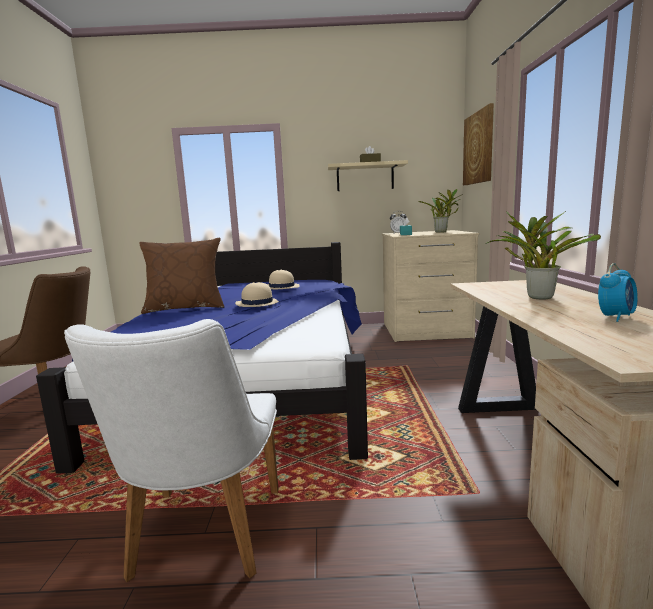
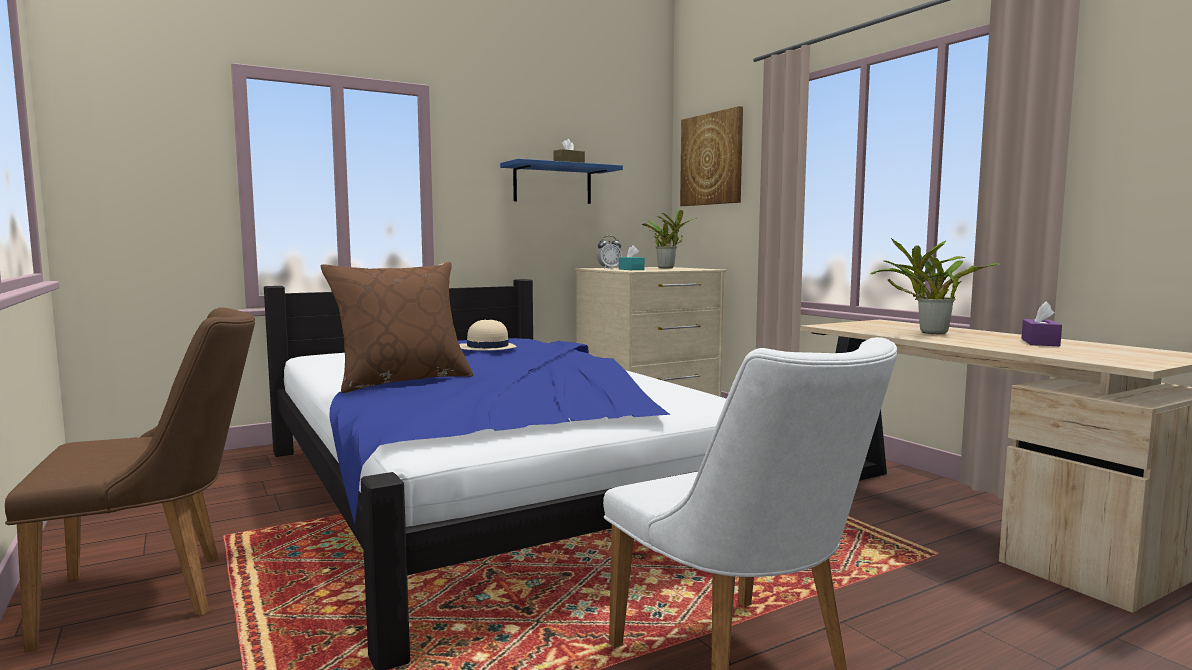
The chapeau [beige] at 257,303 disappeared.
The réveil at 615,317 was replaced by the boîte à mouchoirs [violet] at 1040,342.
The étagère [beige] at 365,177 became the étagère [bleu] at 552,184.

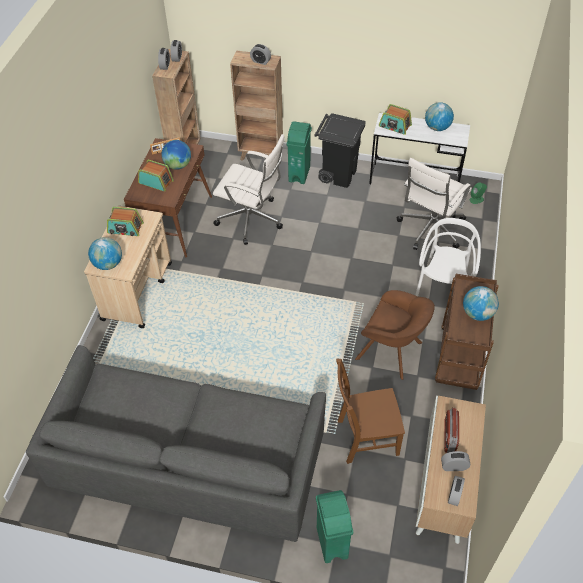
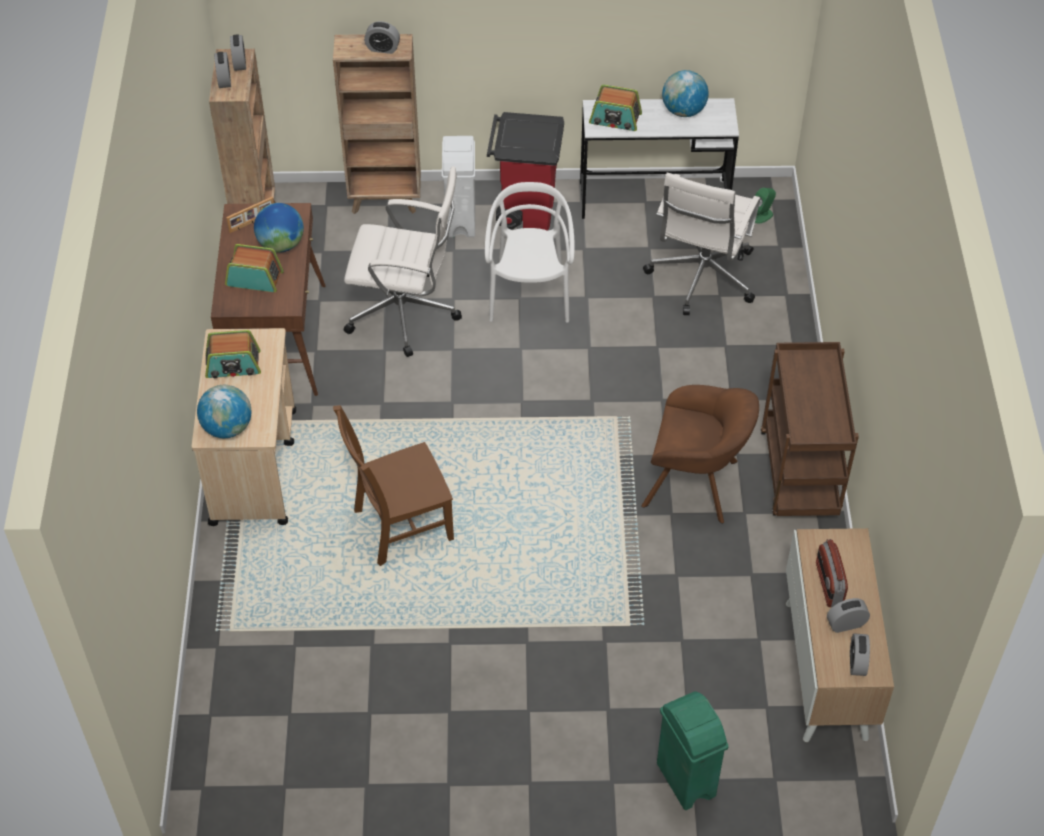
The canapé [gris] at 188,457 disappeared.
The globe at 477,313 disappeared.
The chaise [marron] moved from 364,437 to 399,526.
The chaise [blanc] moved from 443,288 to 529,295.
The poubelle [vert] at 299,174 became the poubelle [blanc] at 461,220.
The poubelle [noir] at 338,174 became the poubelle [rouge] at 525,210.

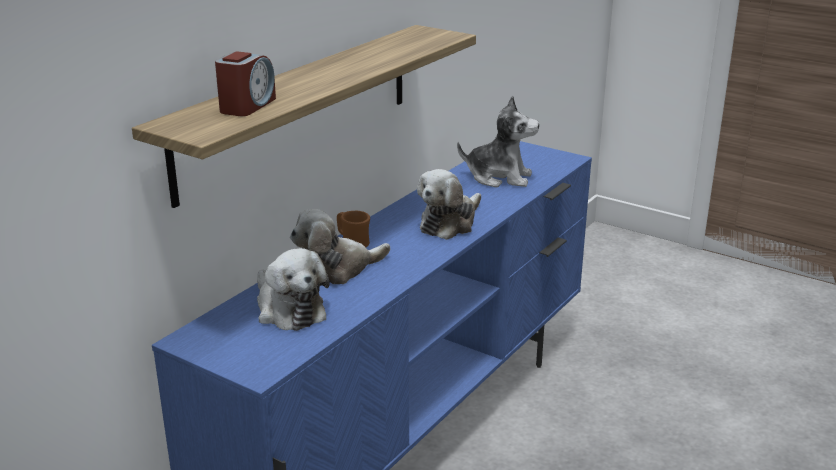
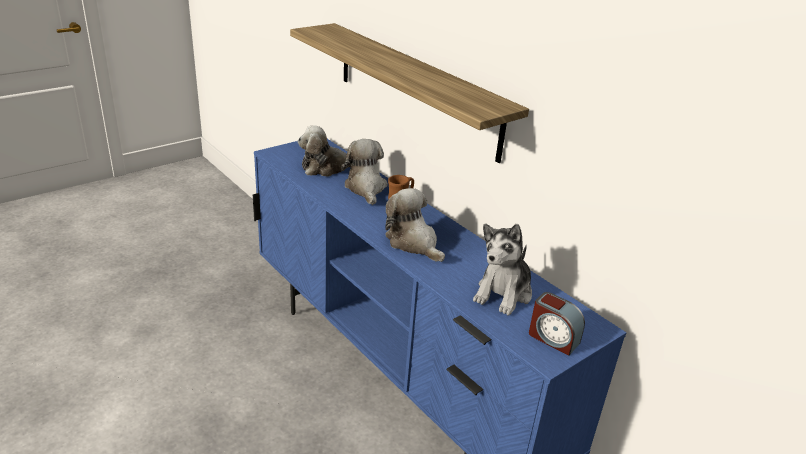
The réveil moved from 247,106 to 553,338.

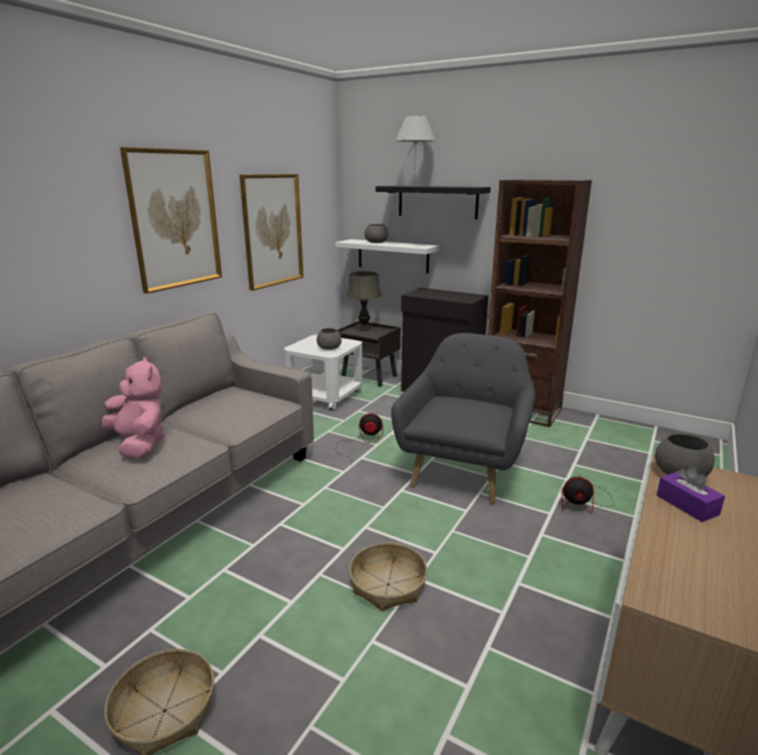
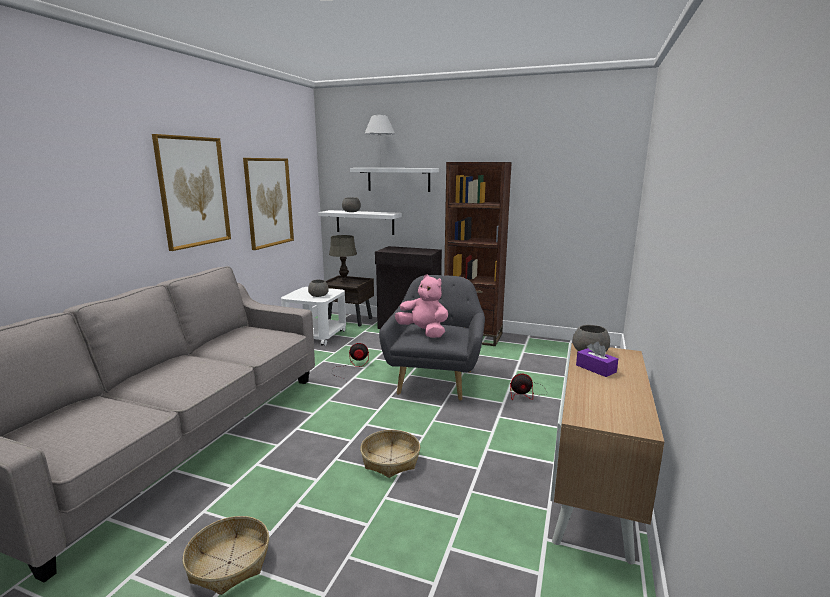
The peluche [rose] moved from 138,445 to 424,332.
The étagère [noir] at 437,201 became the étagère [blanc] at 398,179.

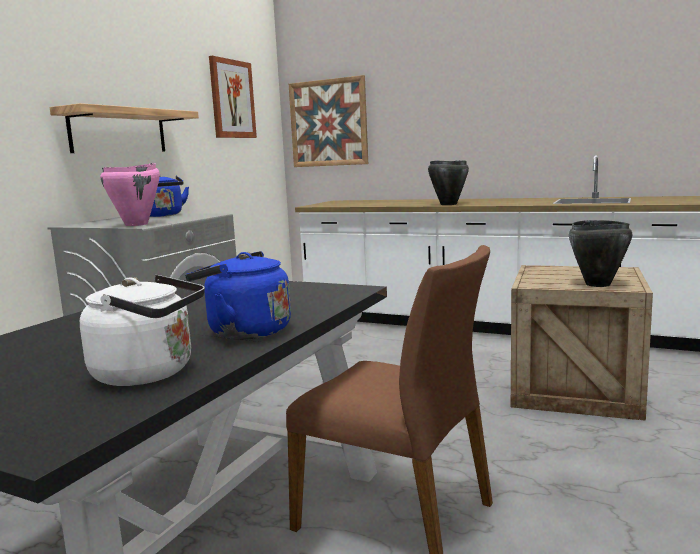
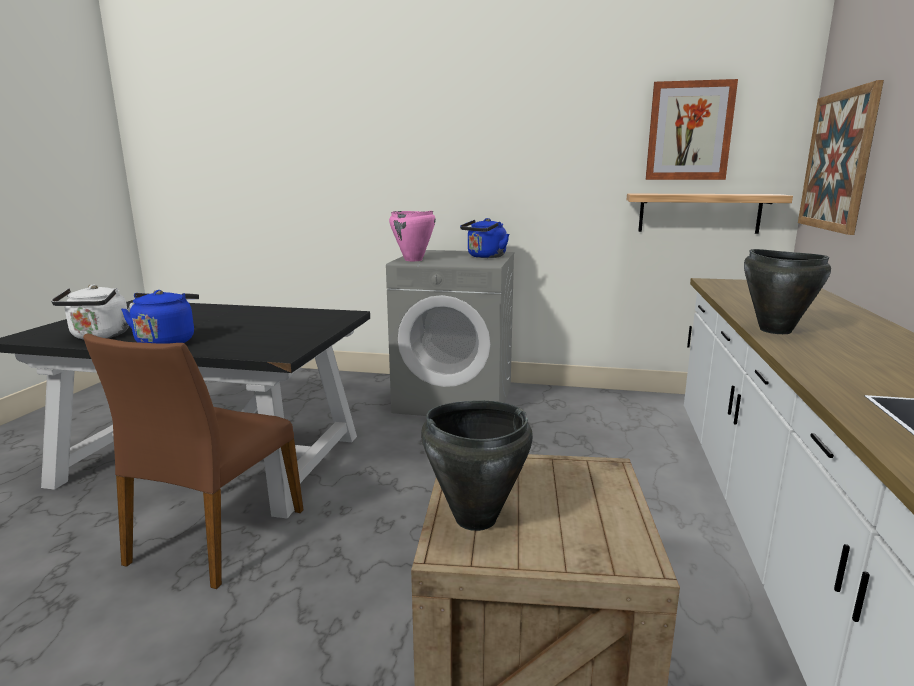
The étagère moved from 119,131 to 699,213.

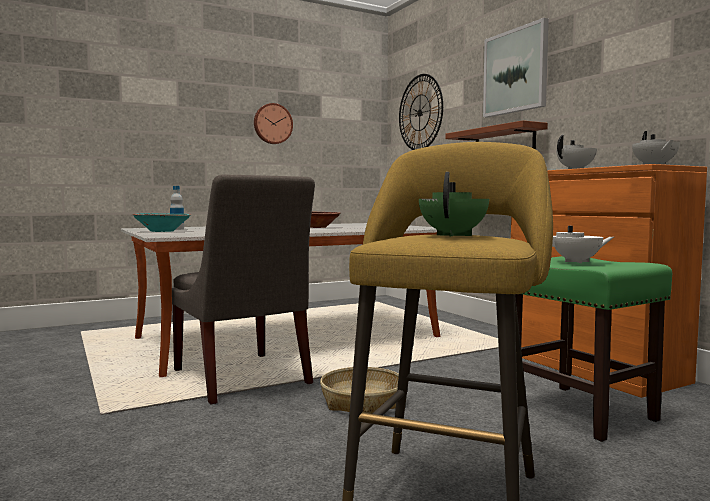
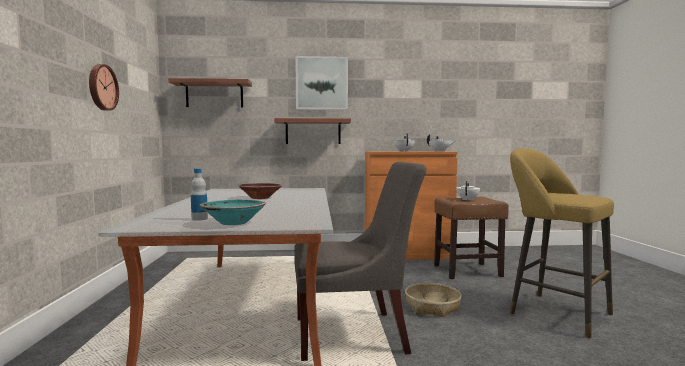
The théière [vert] at 454,235 disappeared.
The horloge murale at 420,112 was replaced by the étagère at 214,94.
The tabouret [vert] at 582,412 became the tabouret [marron] at 468,270.

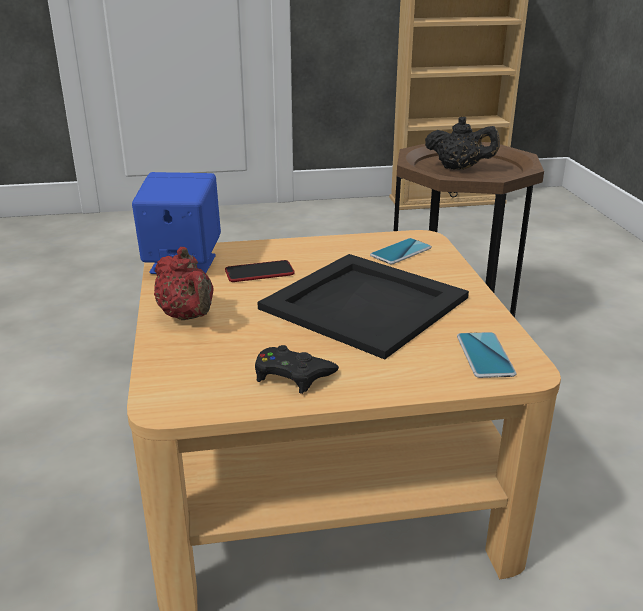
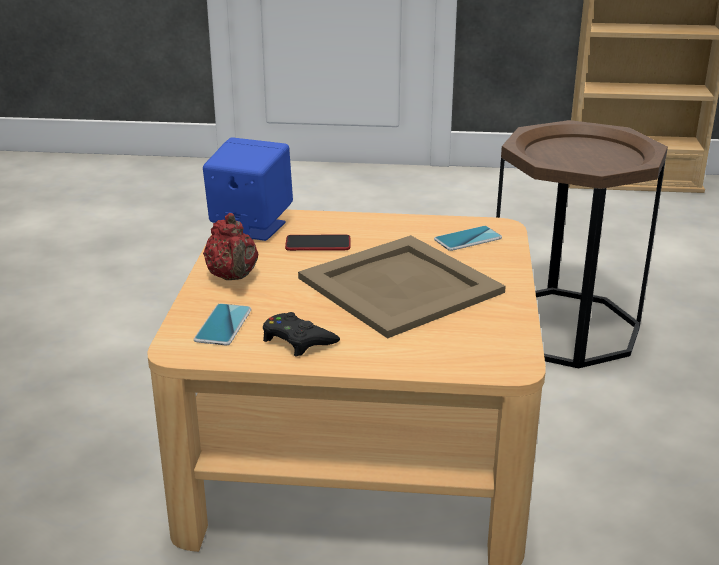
The théière [noir] at 459,168 disappeared.
The téléphone moved from 485,355 to 223,325.
The plateau [noir] at 362,303 became the plateau [beige] at 398,285.

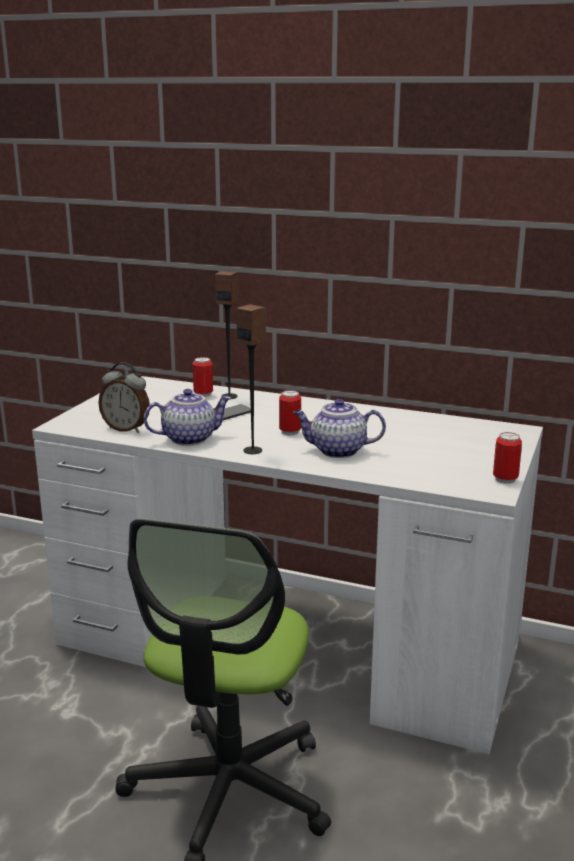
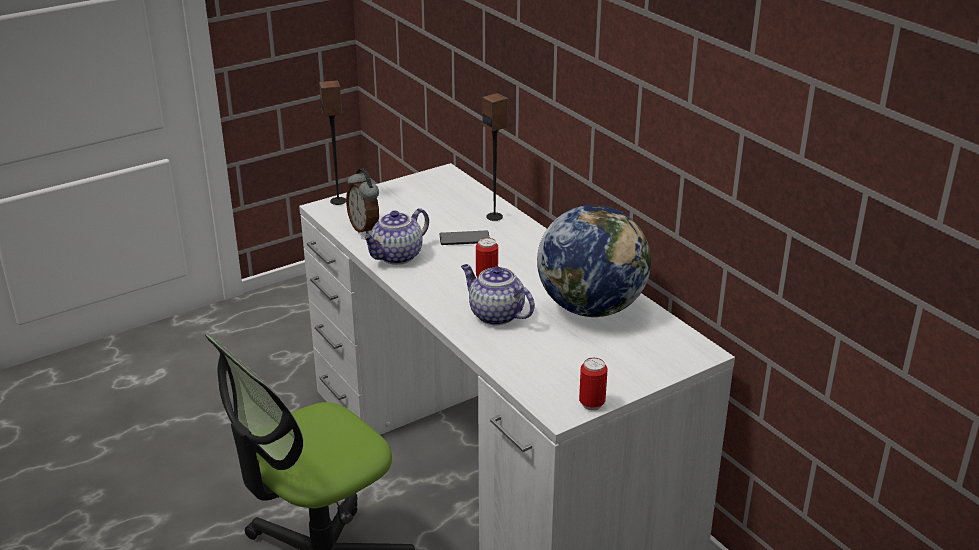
The boîte métallique at 203,394 disappeared.
The globe at 591,307 appeared.
The enceinte moved from 253,450 to 338,201.
The théière at 189,438 turned 120 degrees clockwise.

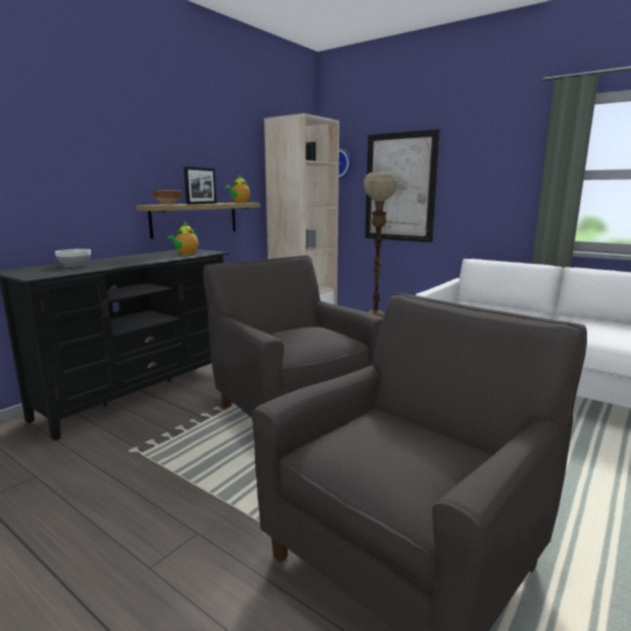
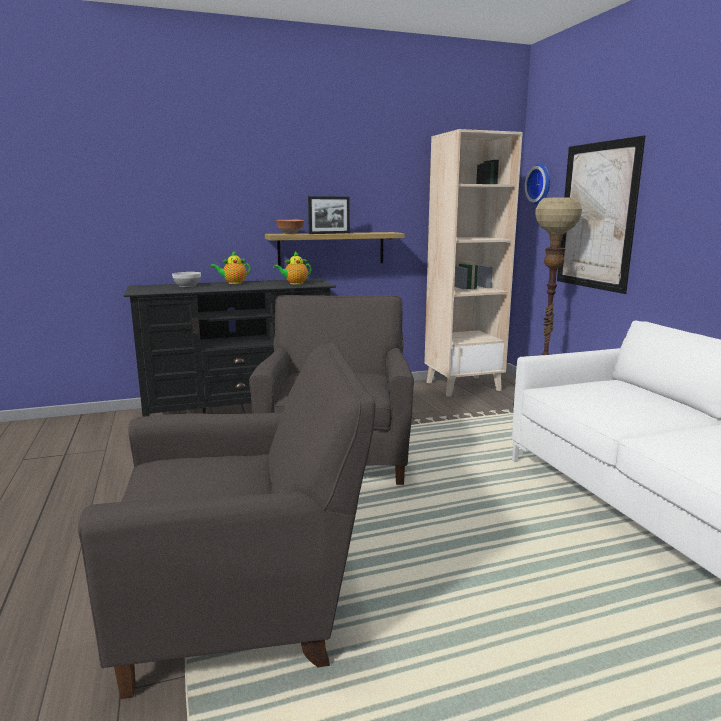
The théière moved from 239,202 to 233,283.

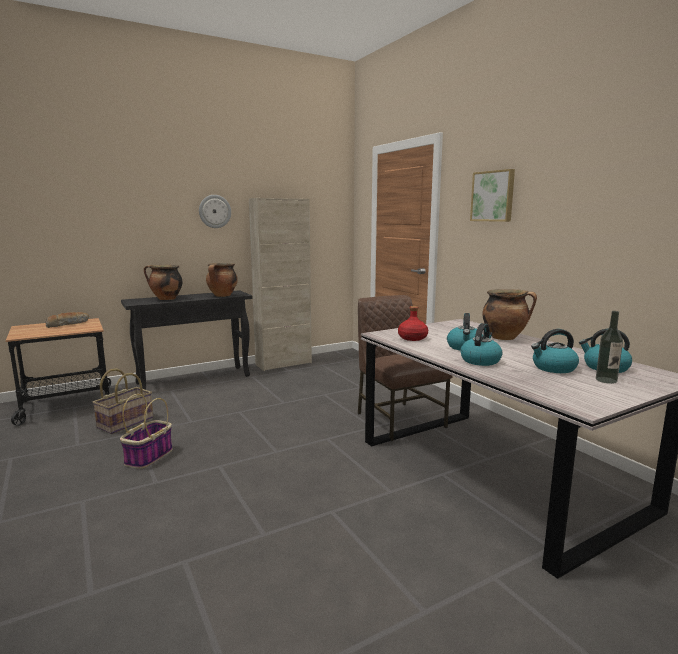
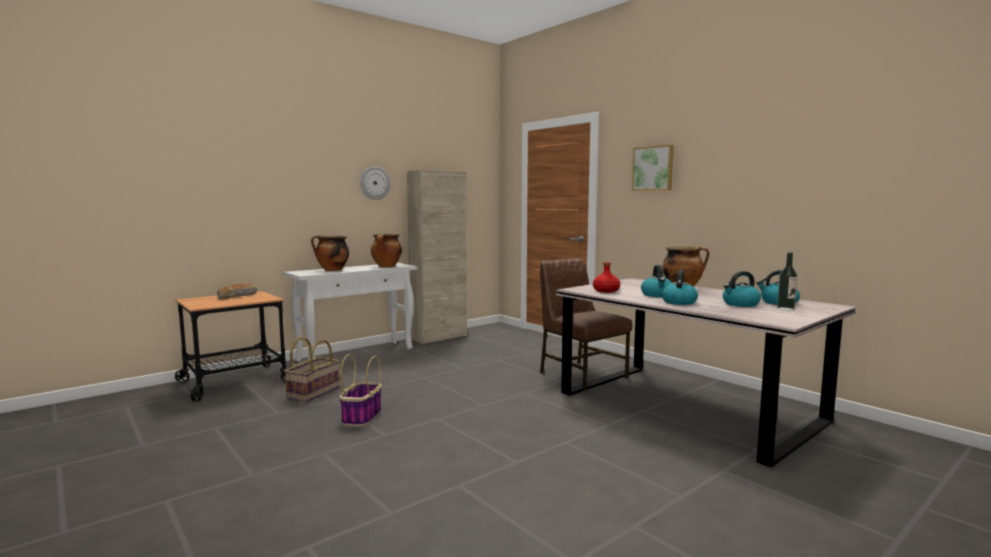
The table console [noir] at 195,379 became the table console [blanc] at 357,354.

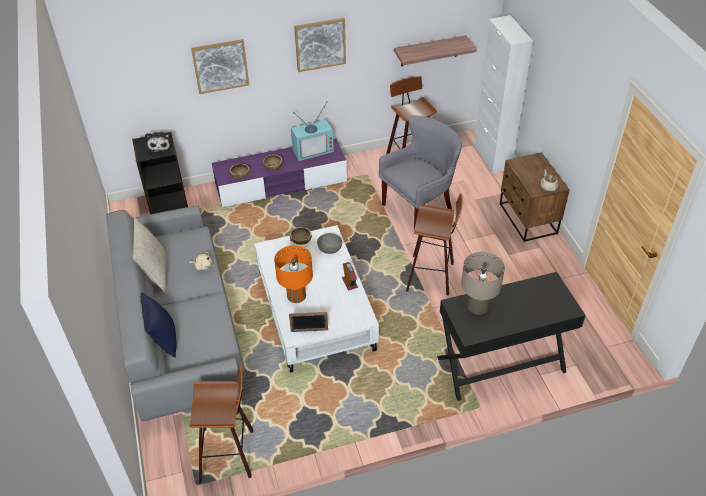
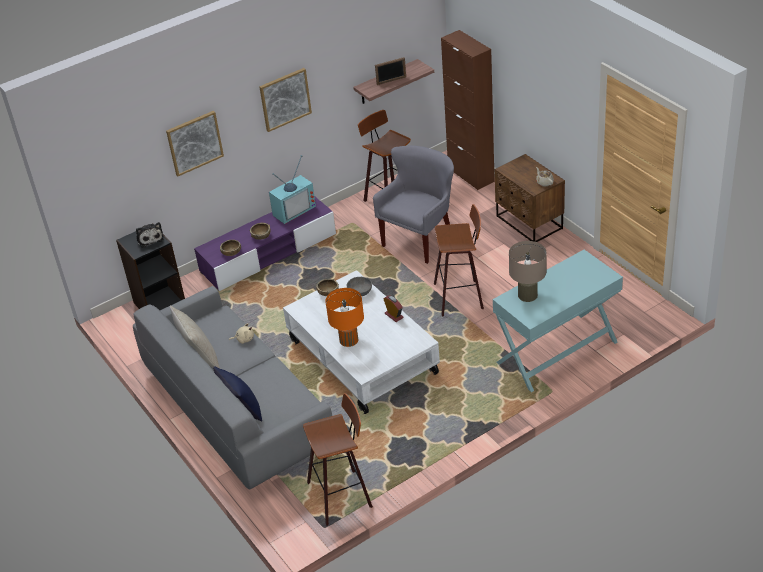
The cadre photo moved from 309,330 to 391,81.
The table console [noir] at 501,364 became the table console [turquoise] at 557,352.
The meuble de rangement [blanc] at 492,157 became the meuble de rangement [marron] at 471,175.

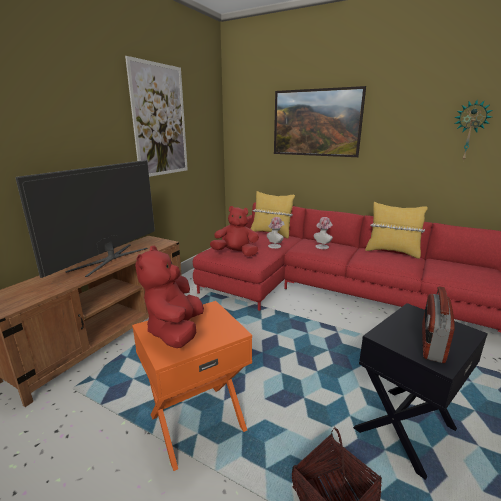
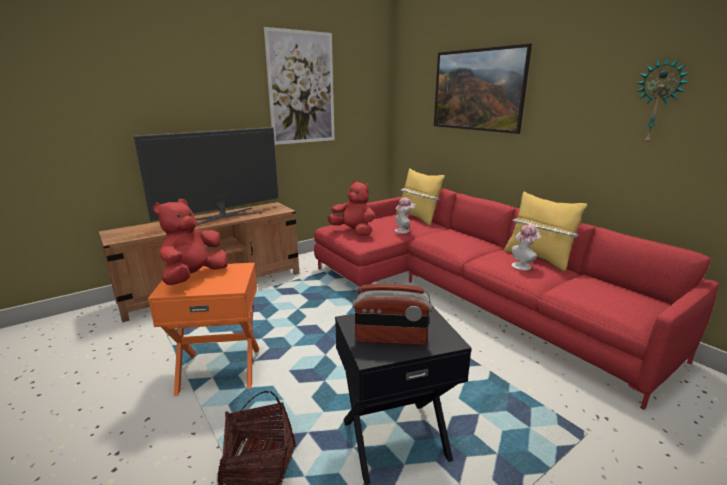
The chapeau moved from 322,246 to 523,265.
The radio at 431,343 turned 135 degrees counterclockwise.

